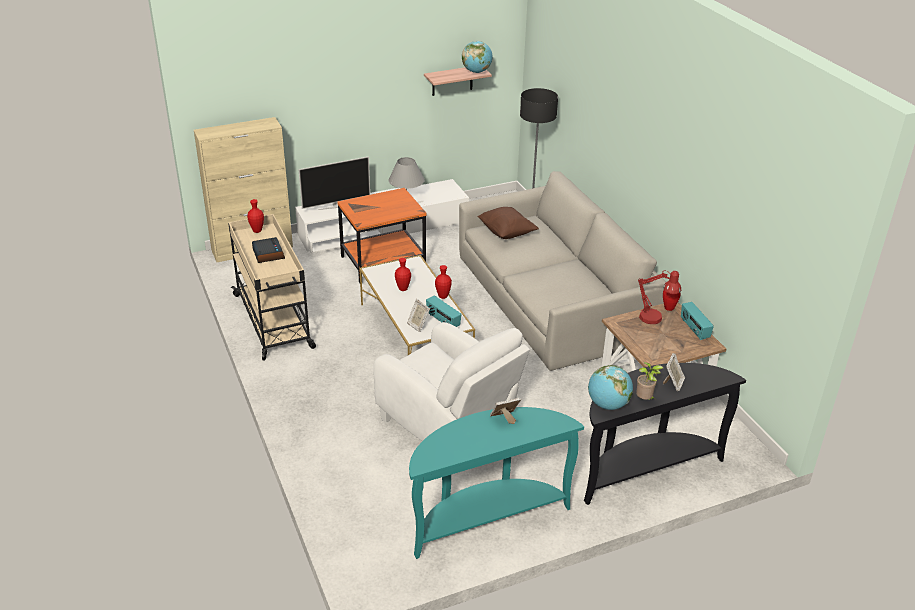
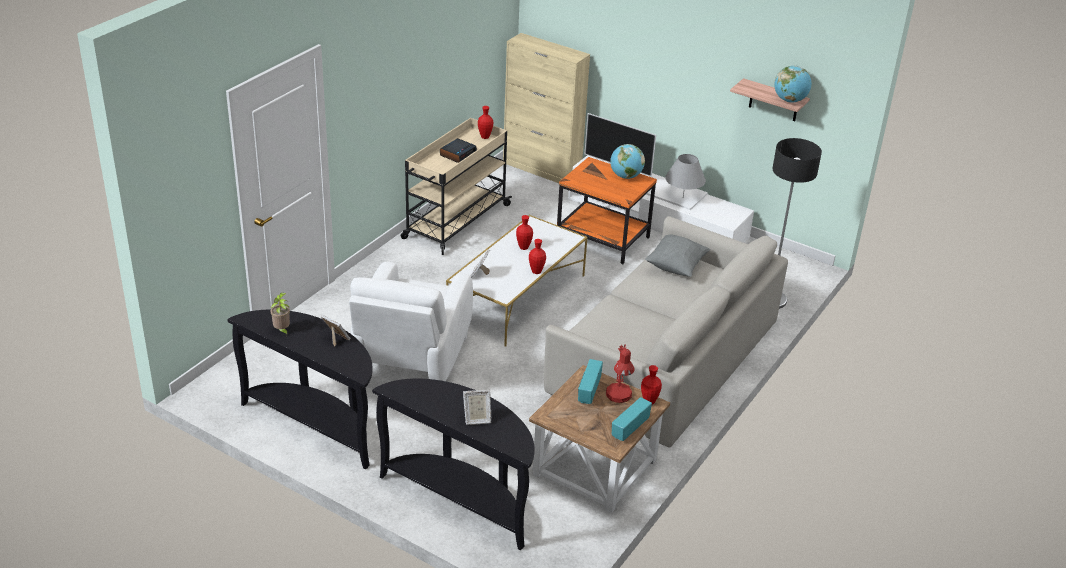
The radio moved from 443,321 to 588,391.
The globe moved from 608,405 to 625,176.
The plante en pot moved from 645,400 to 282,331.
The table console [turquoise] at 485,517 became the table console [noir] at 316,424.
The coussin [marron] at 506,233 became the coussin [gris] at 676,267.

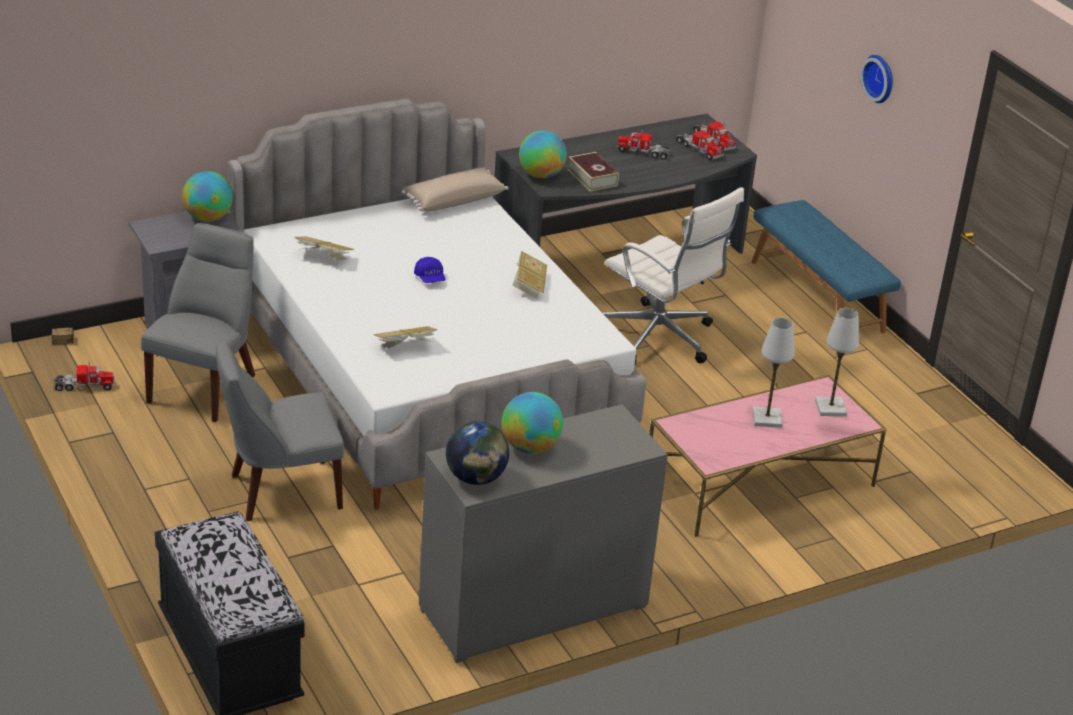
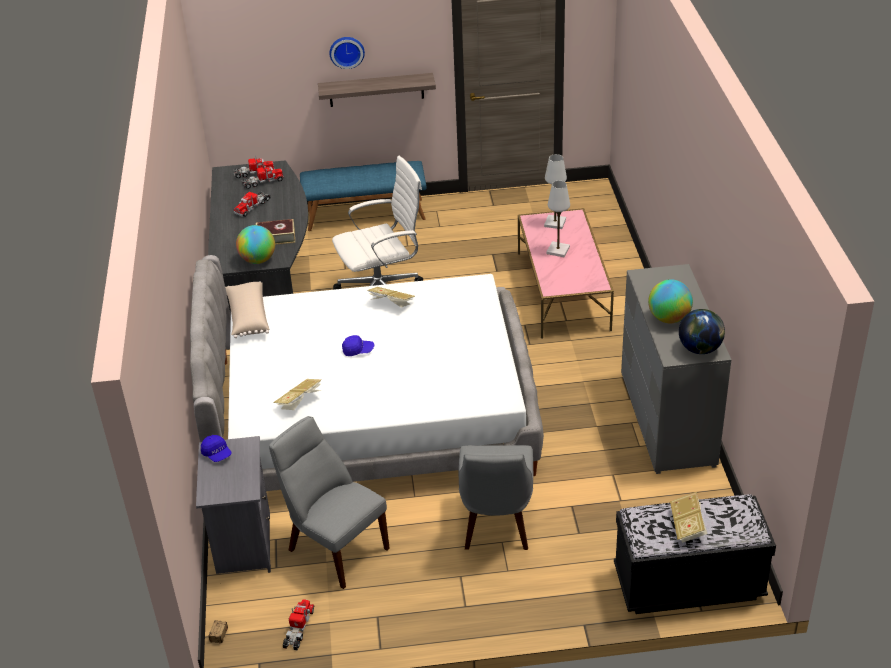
The étagère at 376,90 appeared.
The livre moved from 405,347 to 687,526.
The globe at 208,218 was replaced by the casquette [bleu] at 217,454.

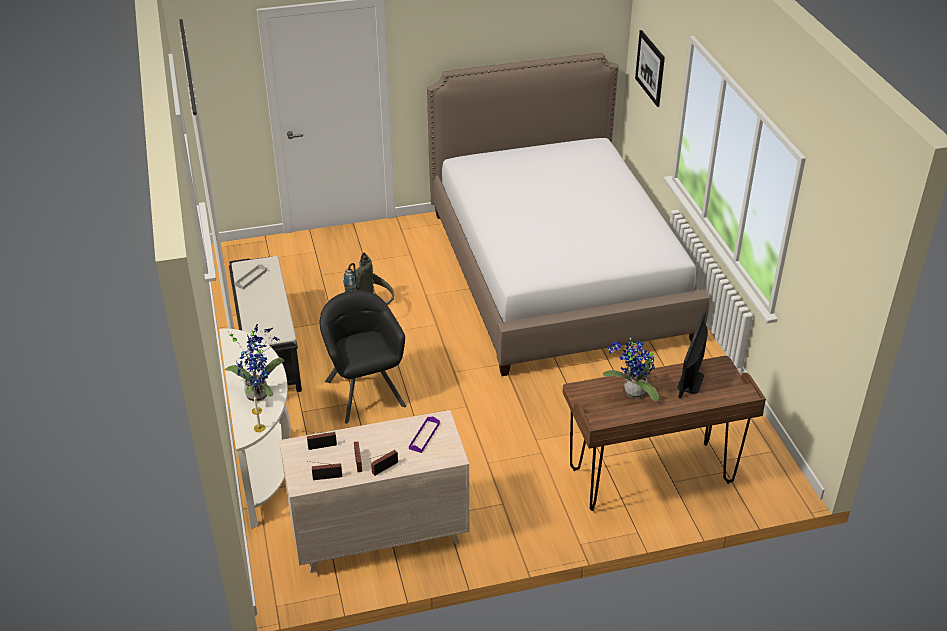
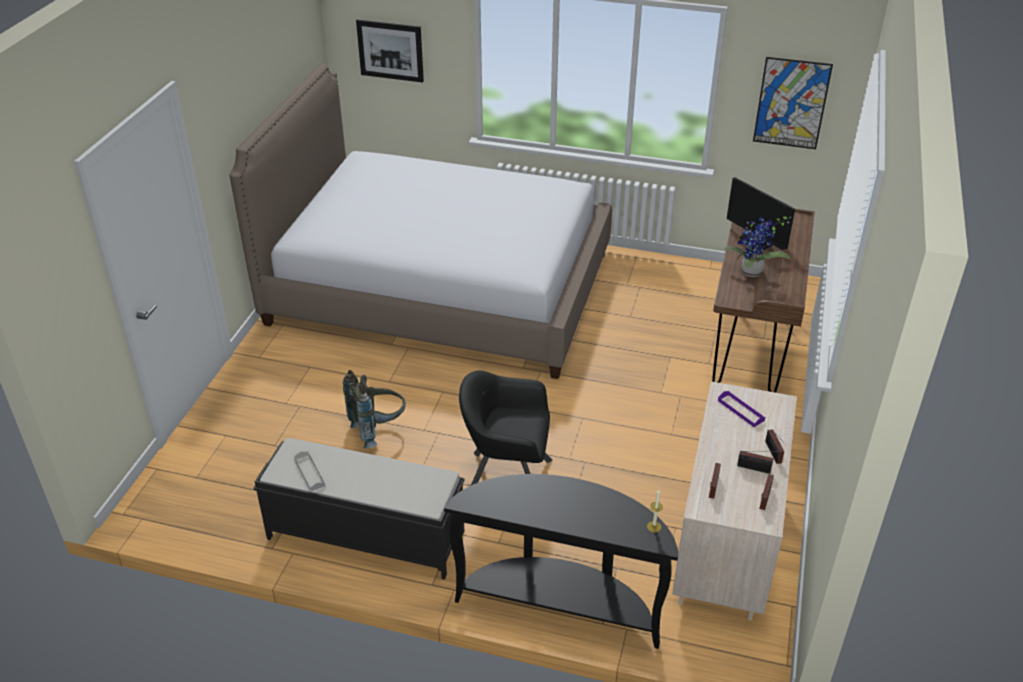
The plante en pot at 259,393 disappeared.
The tableau at 791,103 appeared.
The table console [blanc] at 265,463 became the table console [noir] at 561,602.

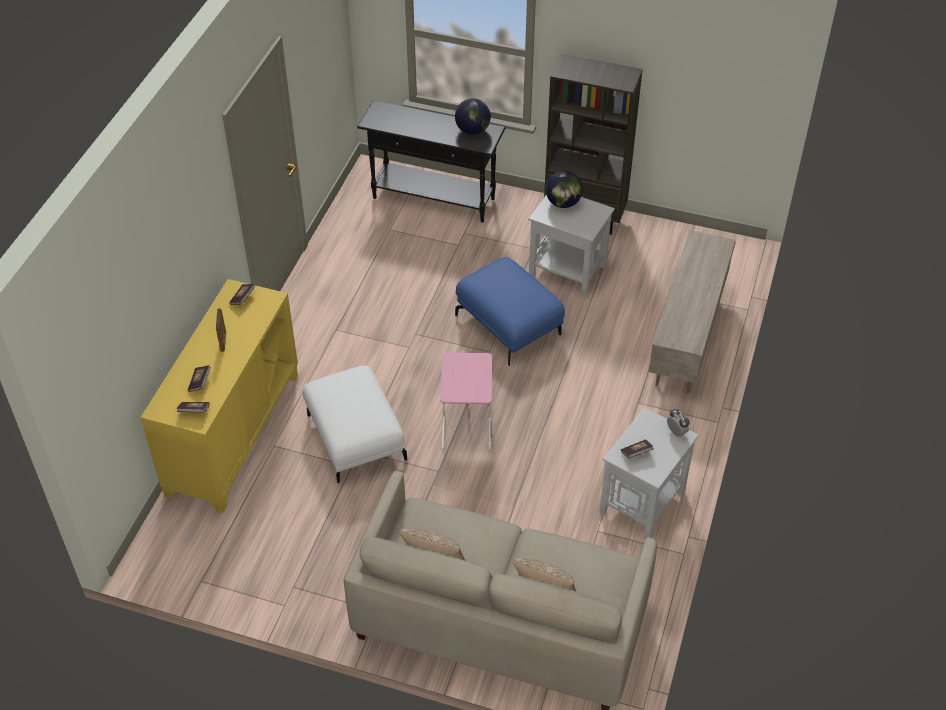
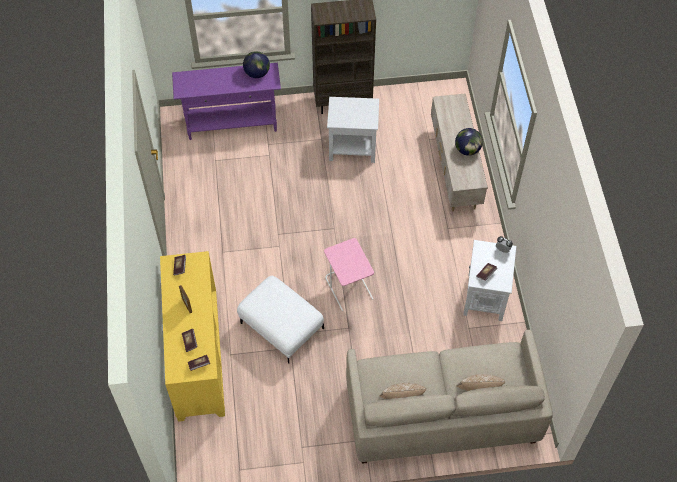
The pouf [bleu] at 509,325 disappeared.
The globe moved from 563,203 to 467,150.
The table console [noir] at 434,199 became the table console [violet] at 232,124.

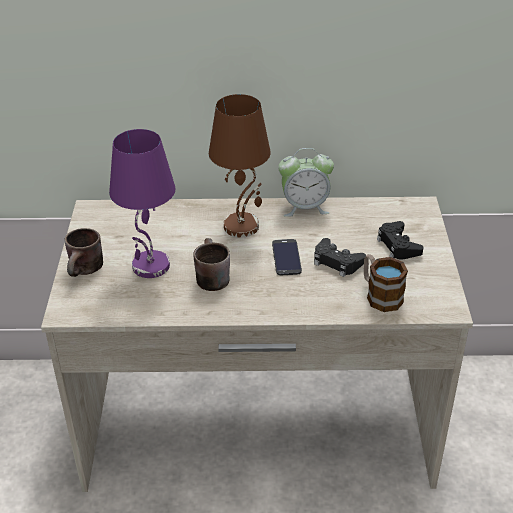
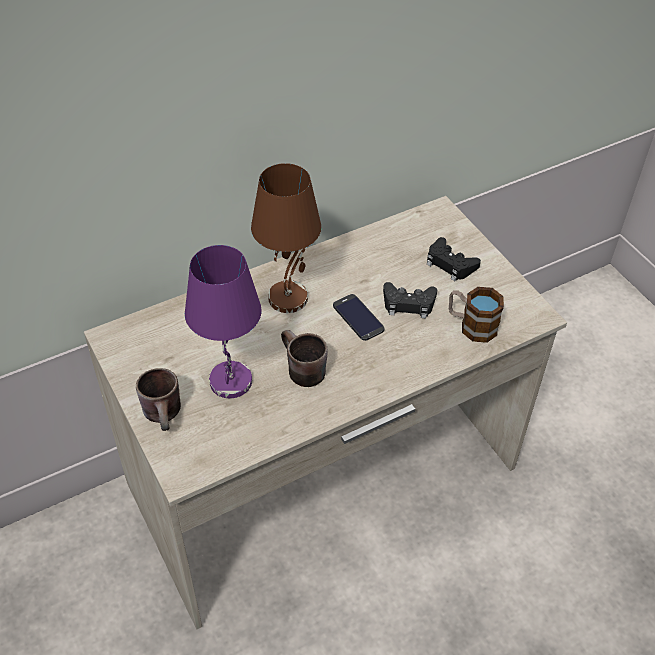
The réveil at 305,207 disappeared.

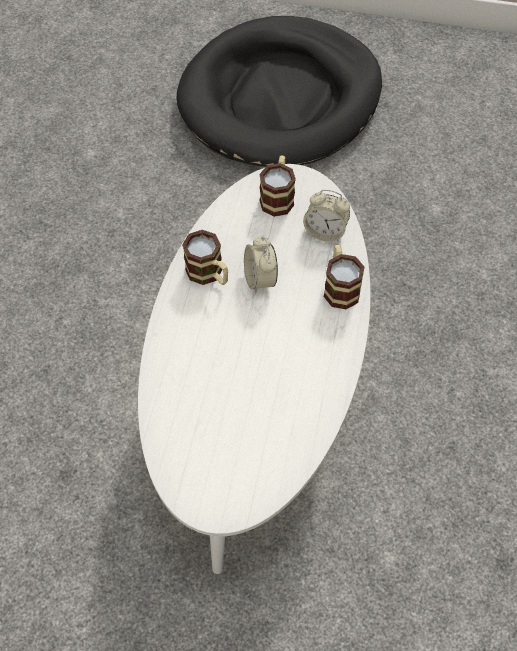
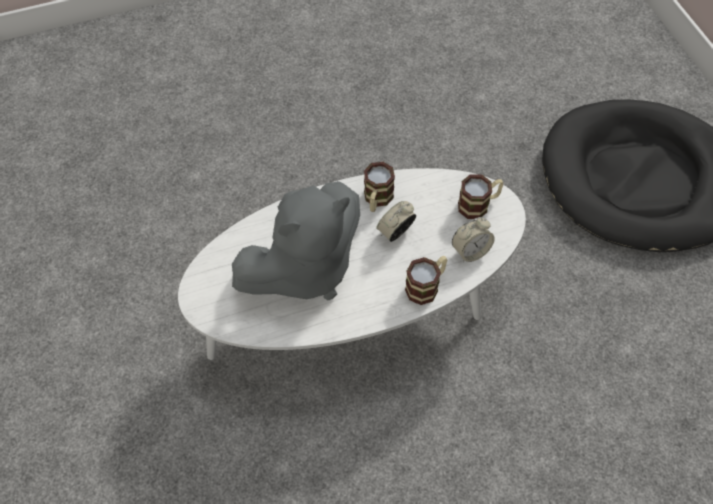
The peluche [gris] at 305,268 appeared.
The réveil at 325,231 turned 105 degrees counterclockwise.

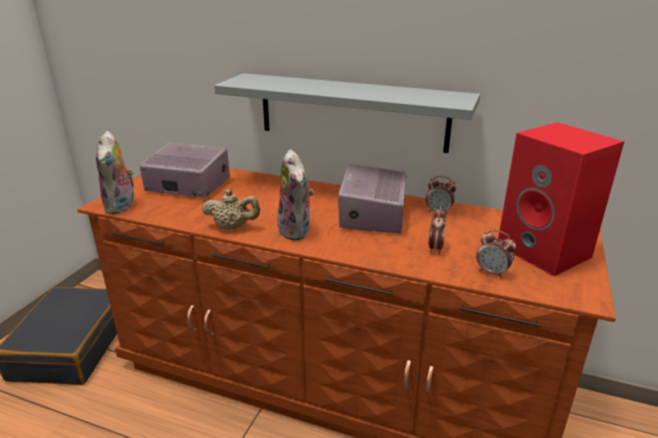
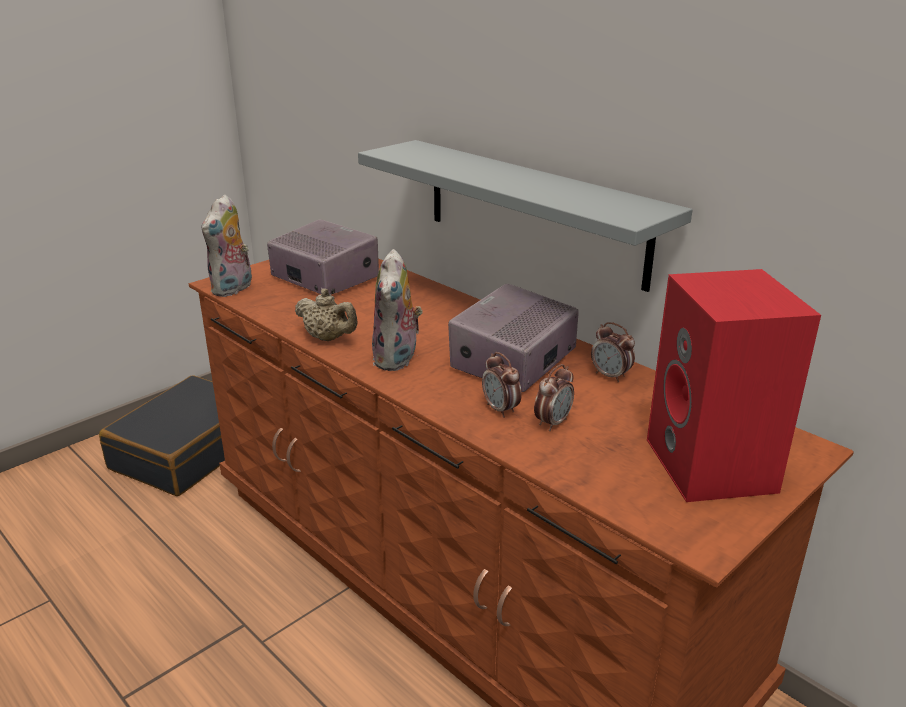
The réveil moved from 492,272 to 501,410.

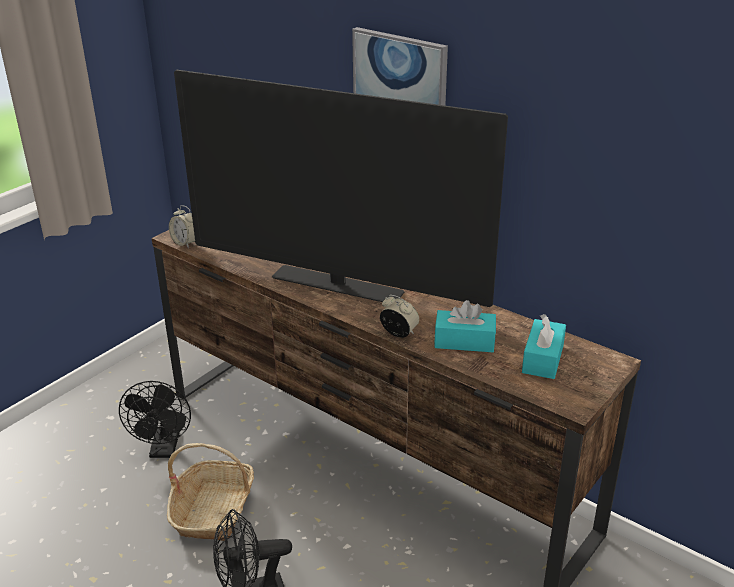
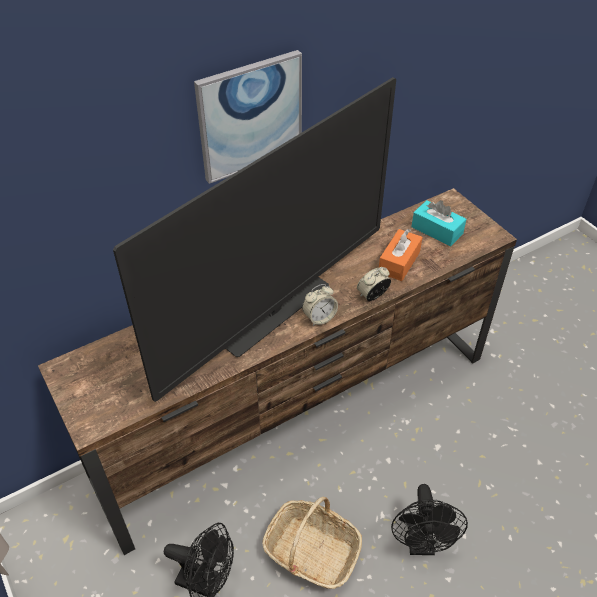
The réveil moved from 186,243 to 319,318.
The boîte à mouchoirs [turquoise] at 464,341 became the boîte à mouchoirs [orange] at 399,262.

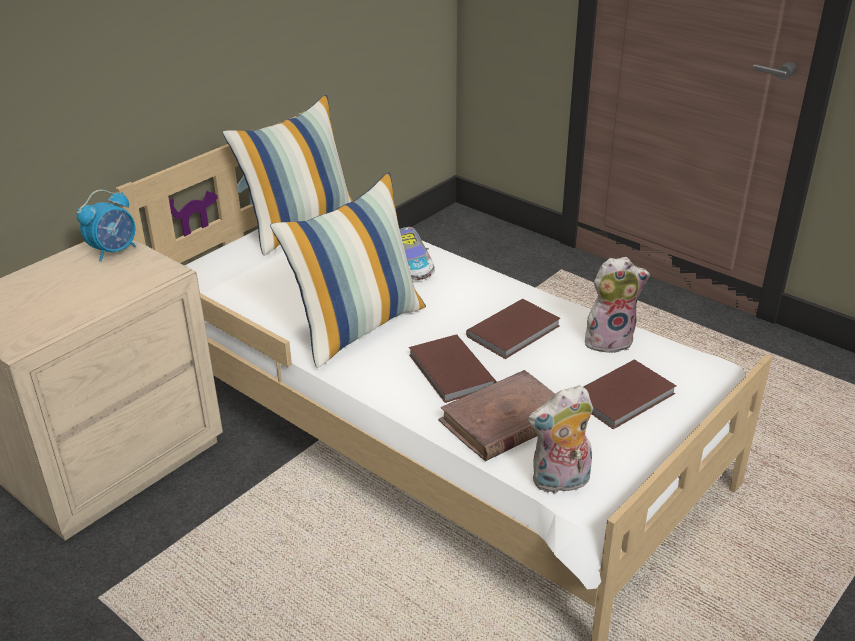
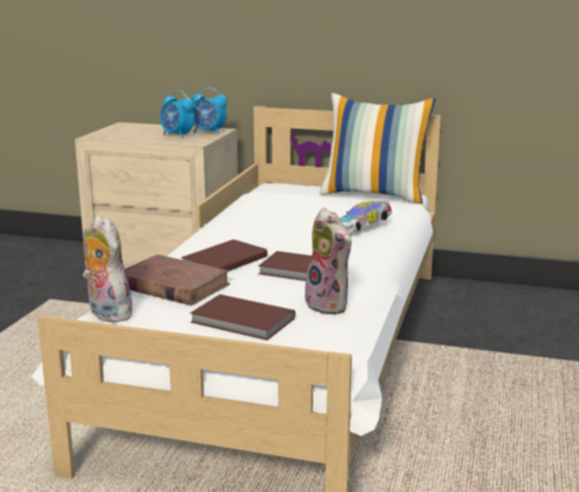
The coussin at 357,326 disappeared.
The réveil at 177,135 appeared.

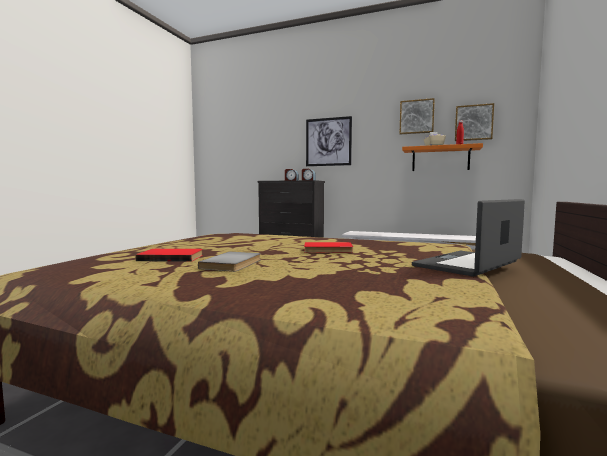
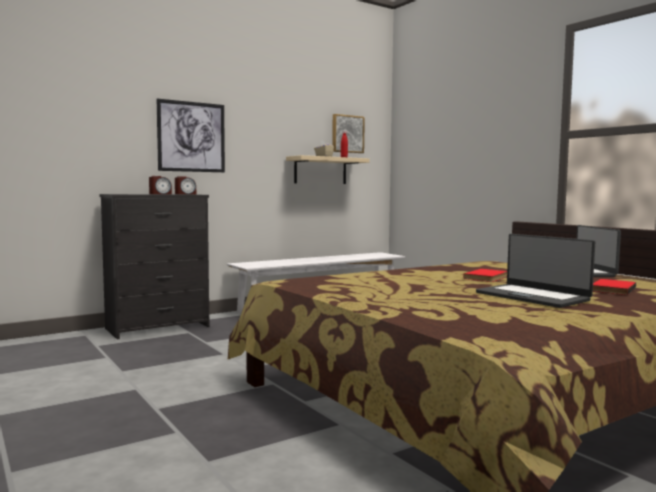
The tableau at 416,117 disappeared.
The livre [rouge] moved from 172,257 to 611,289.
The livre [gris] at 233,264 was replaced by the ordinateur portable at 532,296.
The étagère [orange] at 440,159 became the étagère [beige] at 320,170.

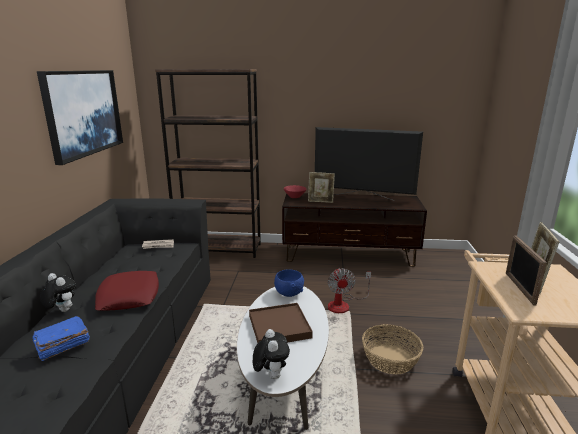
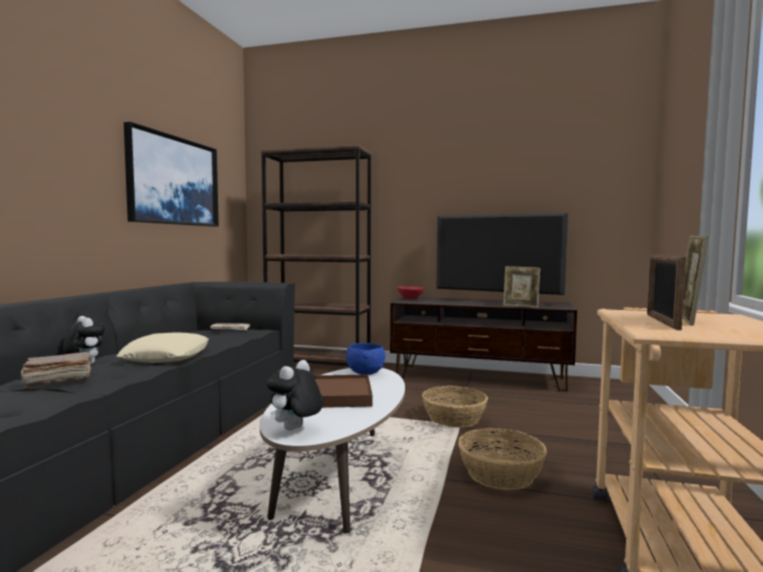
The cadre photo moved from 320,201 to 520,306.
The ventilateur at 343,304 was replaced by the panier at 454,418.
The livre [bleu] at 62,345 became the livre [marron] at 57,380.
The coussin [rouge] at 129,296 became the coussin [beige] at 166,356.
The peluche at 270,375 turned 150 degrees counterclockwise.

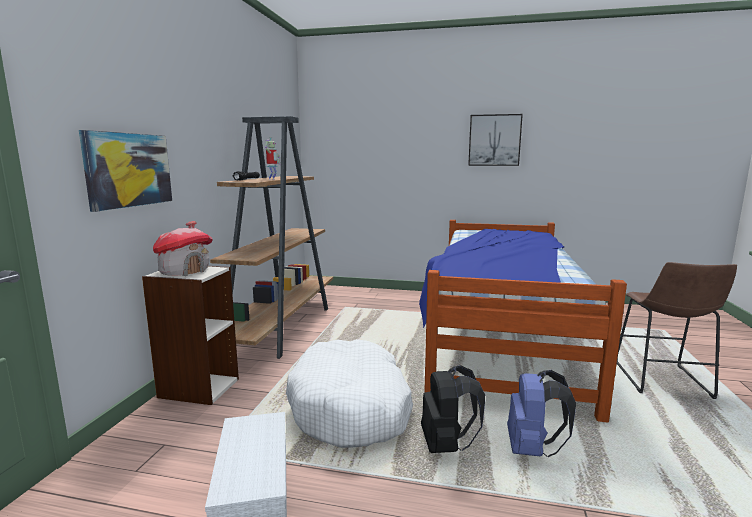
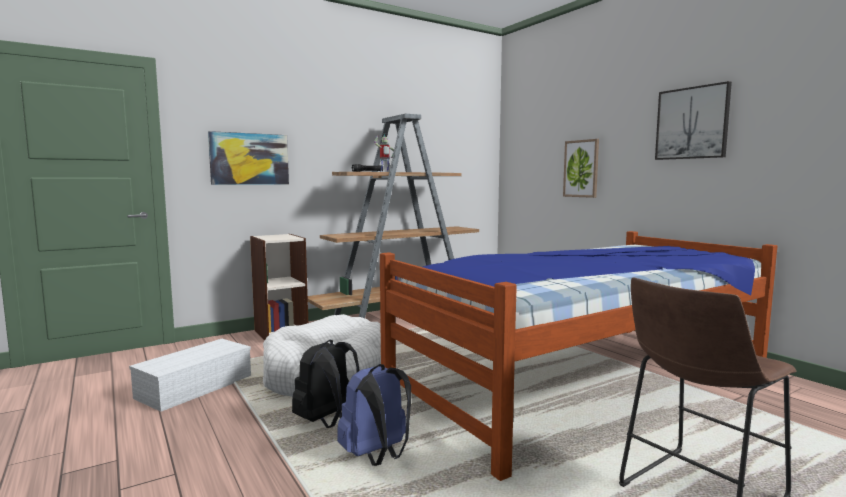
The maison miniature at 184,271 disappeared.
The tableau at 581,168 appeared.

